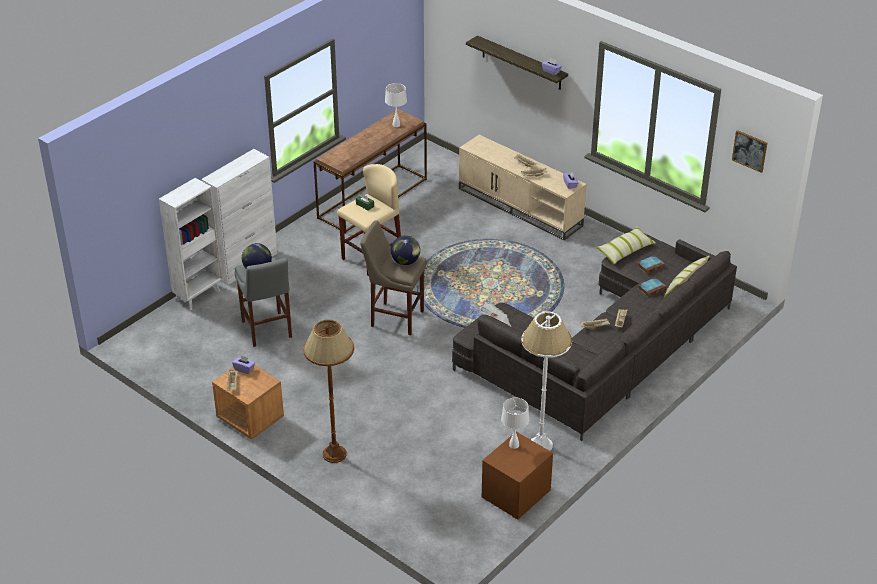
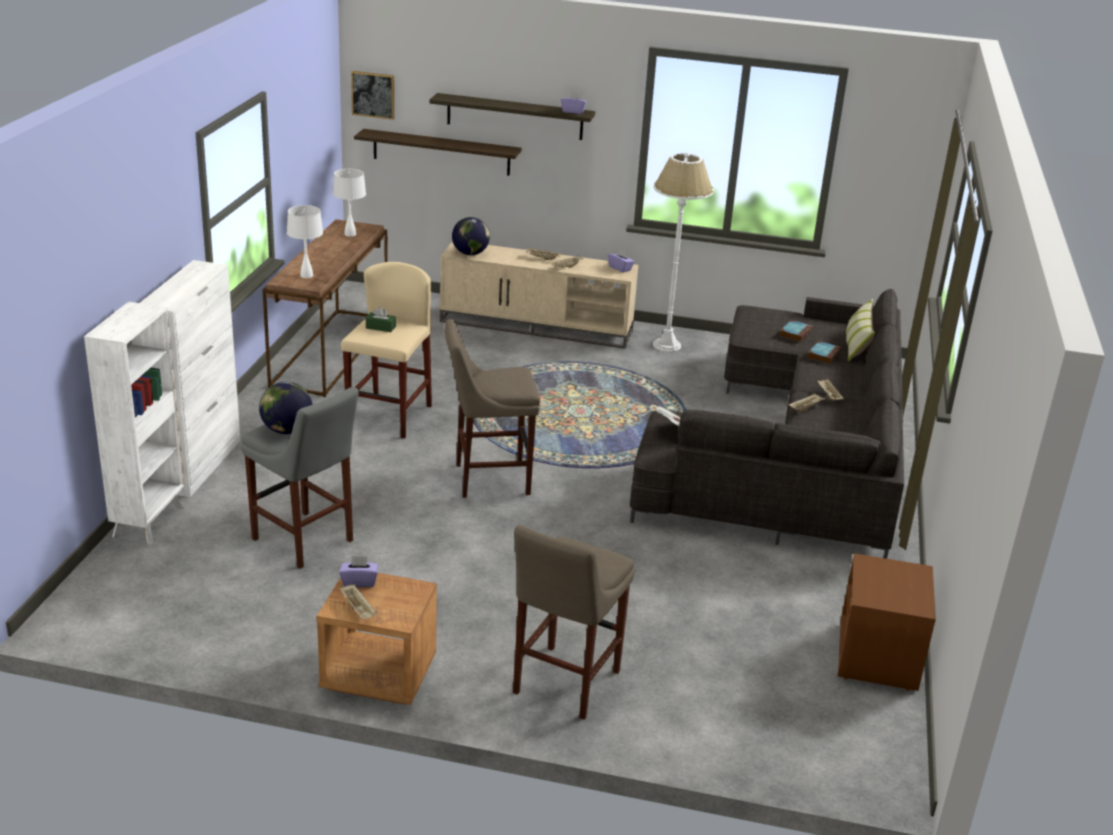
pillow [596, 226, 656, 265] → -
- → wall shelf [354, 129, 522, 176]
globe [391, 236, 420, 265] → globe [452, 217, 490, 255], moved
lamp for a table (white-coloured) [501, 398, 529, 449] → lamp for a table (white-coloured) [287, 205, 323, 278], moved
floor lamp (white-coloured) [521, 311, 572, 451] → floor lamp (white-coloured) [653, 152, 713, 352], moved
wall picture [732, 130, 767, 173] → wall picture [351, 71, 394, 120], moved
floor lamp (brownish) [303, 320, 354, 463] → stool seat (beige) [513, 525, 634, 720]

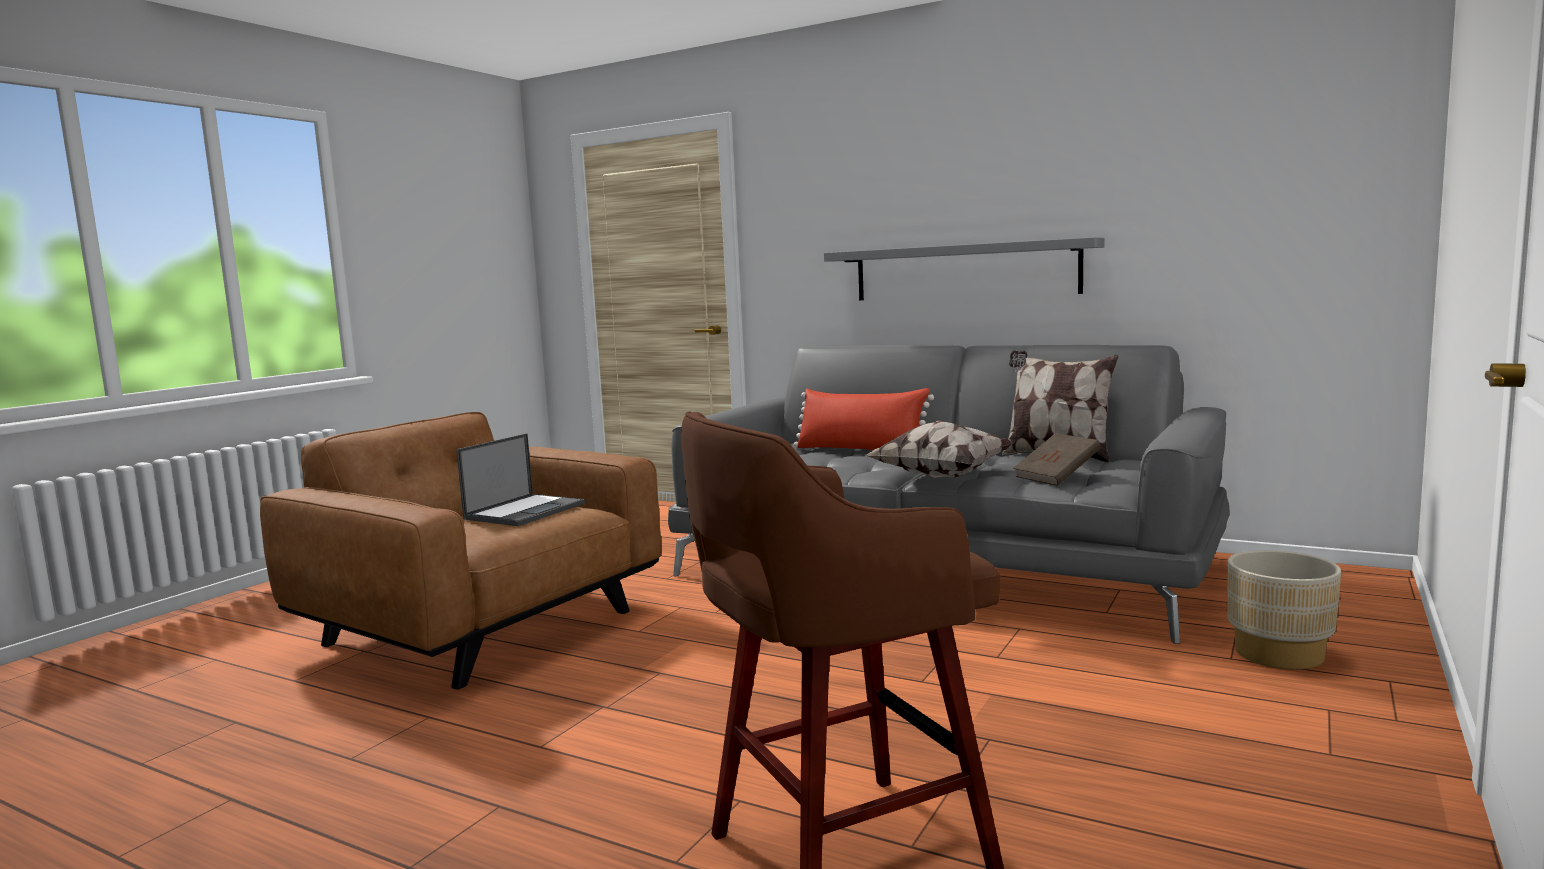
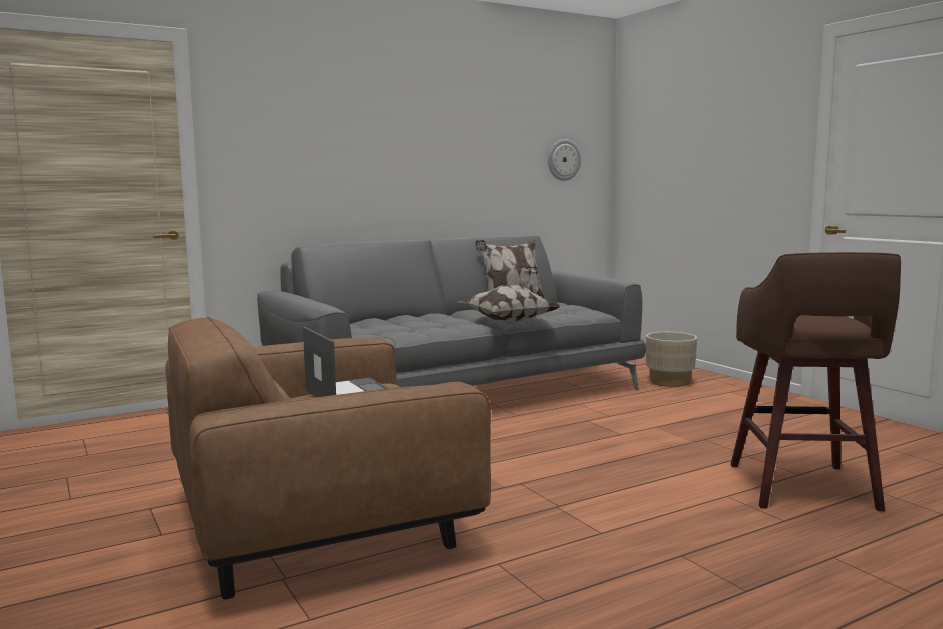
pillow (reddish) [794, 388, 934, 450] → -
wall shelf (gray) [824, 237, 1105, 300] → -
volume (brownish) [1013, 433, 1101, 486] → -
- → hanging clock [548, 139, 581, 181]

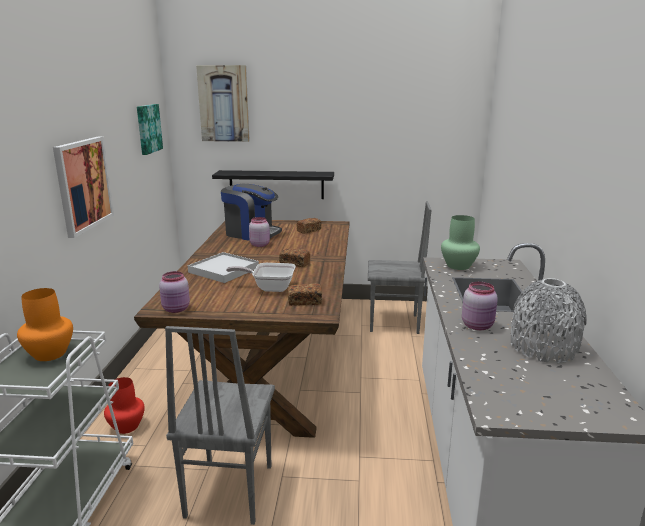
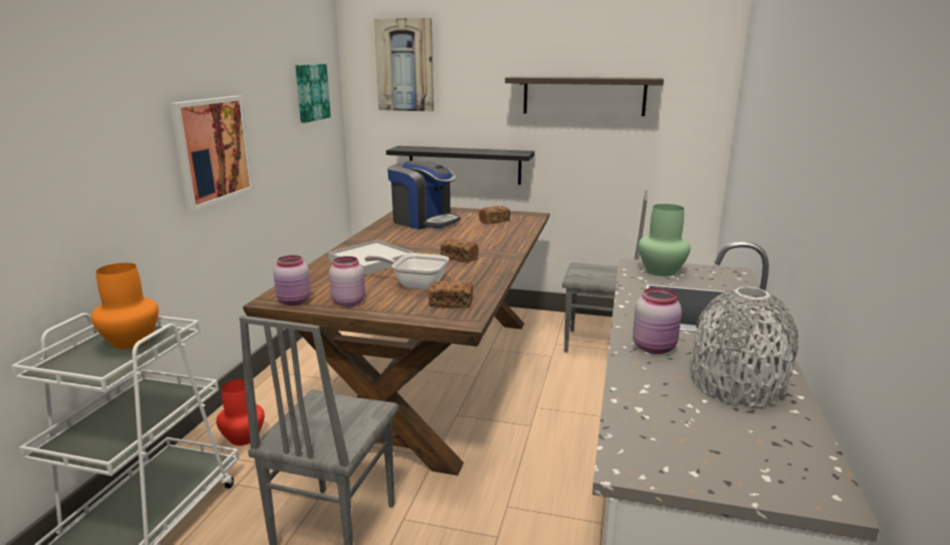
- → wall shelf [505, 76, 664, 116]
preserve jar (pink) [249, 217, 270, 247] → preserve jar (pink) [329, 256, 365, 307], moved

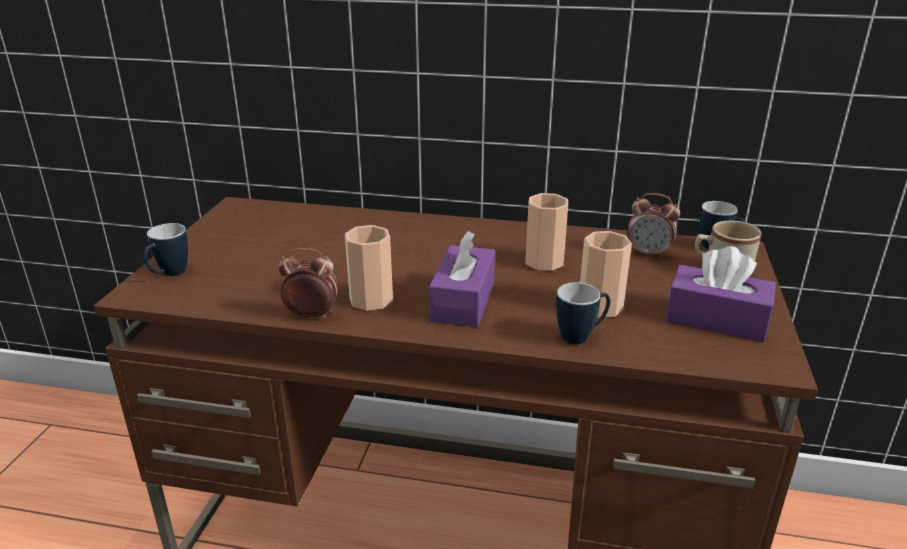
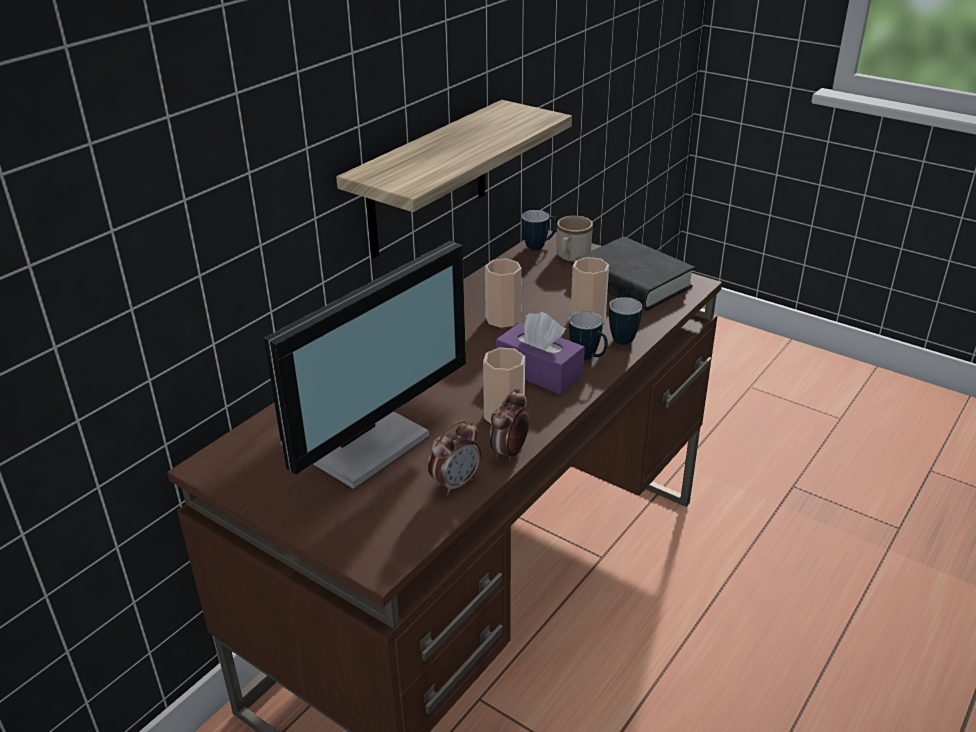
- → computer screen [264, 241, 466, 489]
- → wall shelf [336, 100, 572, 258]
tea mug [144, 223, 188, 276] → tea mug [569, 311, 608, 360], moved
alarm clock [627, 193, 680, 259] → alarm clock [428, 420, 481, 495], moved
box of tissues (purplish) [666, 246, 776, 342] → volume (black-coloured) [575, 236, 695, 311]

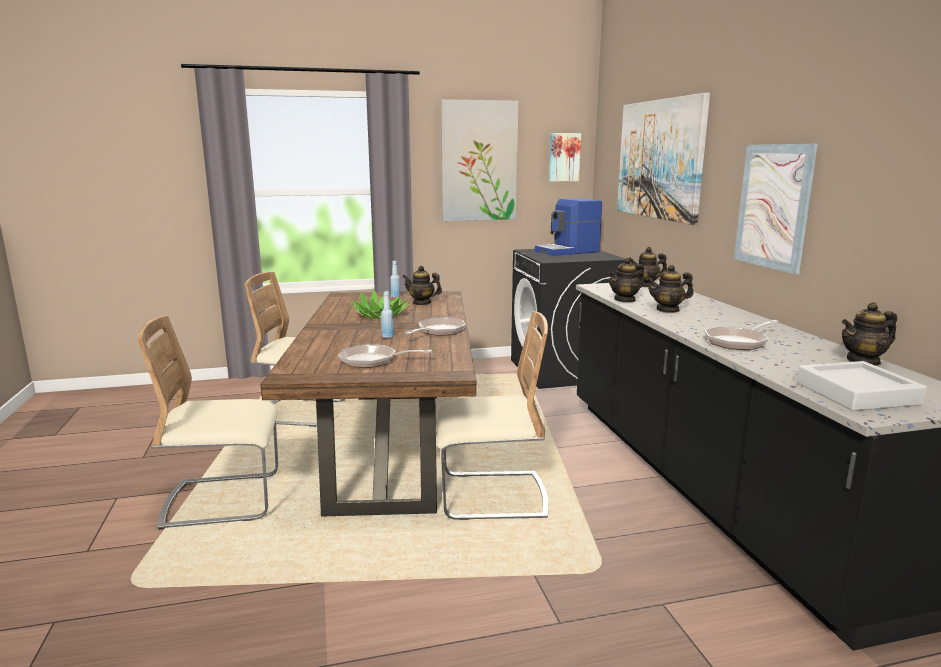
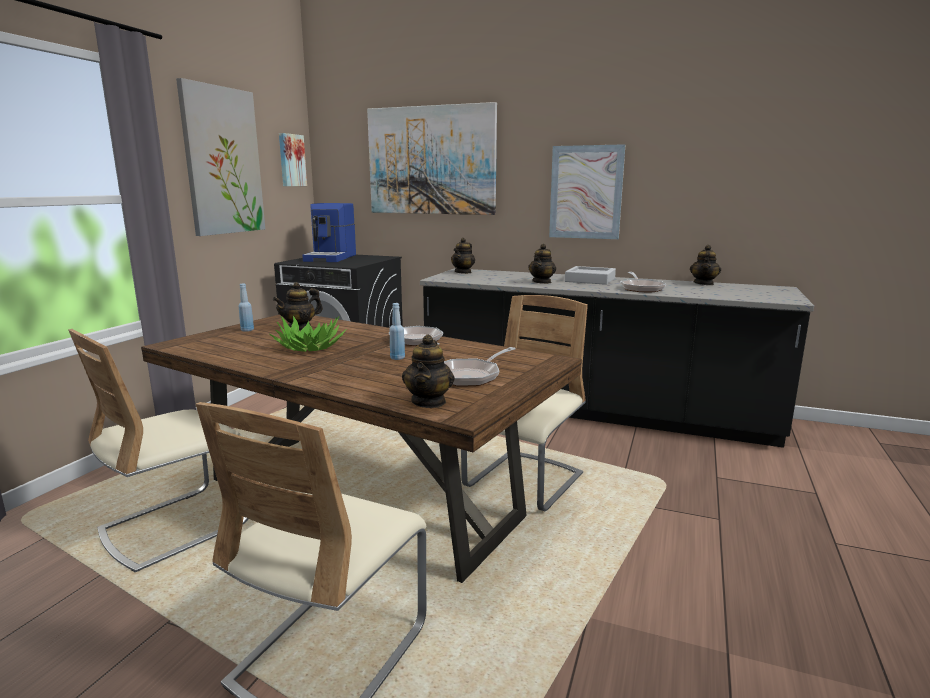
teapot [608, 258, 644, 303] → teapot [402, 334, 455, 408], moved
tray (gray) [797, 361, 927, 411] → tray (gray) [565, 266, 616, 285], moved

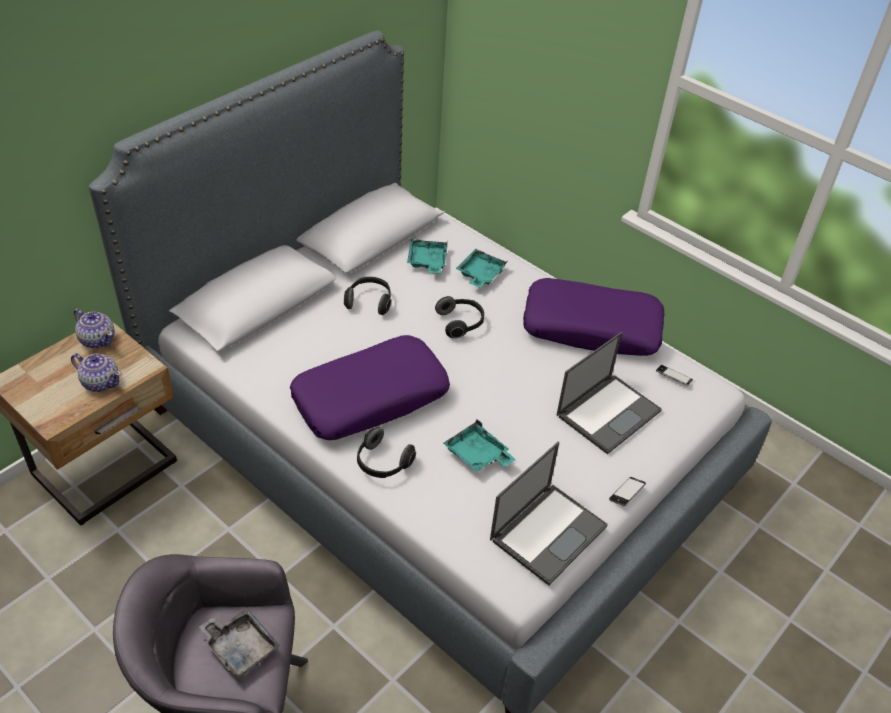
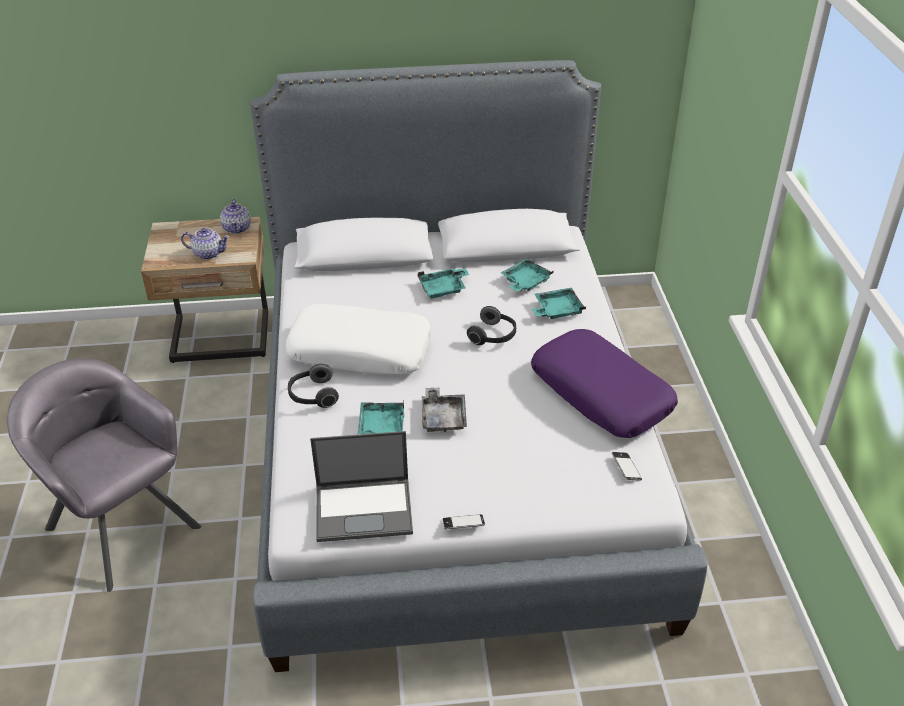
portable computer [556, 332, 662, 454] → -
tray (gray) [199, 608, 280, 679] → tray (gray) [422, 388, 467, 432], moved
pair of headphones [344, 277, 391, 315] → tray (turquoise) [418, 268, 469, 299]
pillow (purplish) [290, 335, 450, 440] → pillow (white-coloured) [286, 304, 431, 375]
teapot [71, 353, 122, 392] → teapot [181, 228, 230, 260], 60 degrees counterclockwise

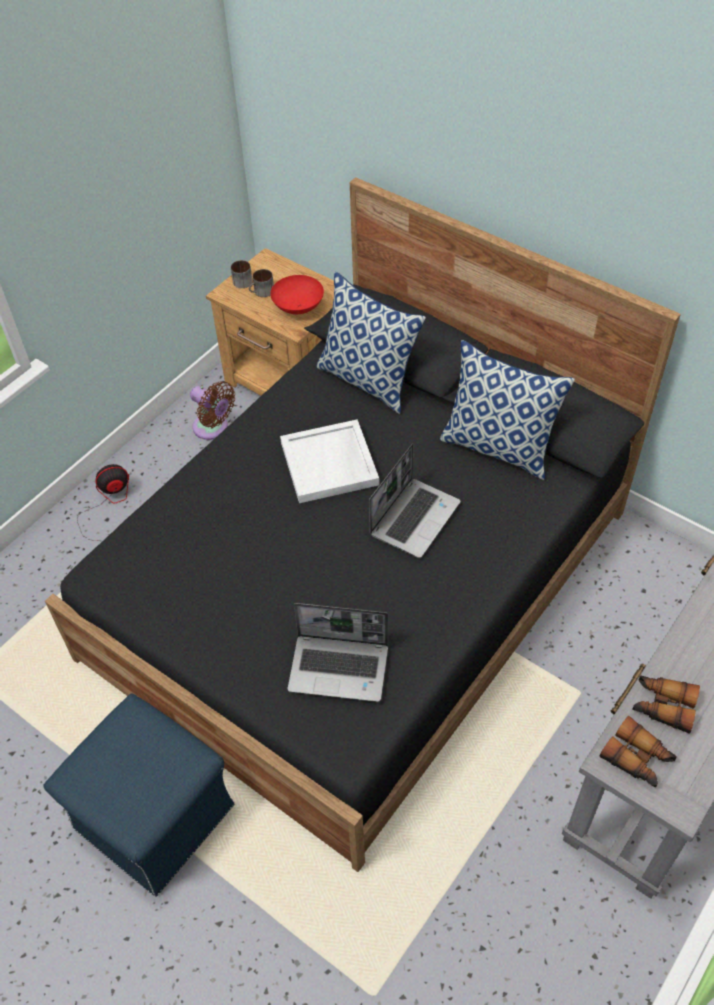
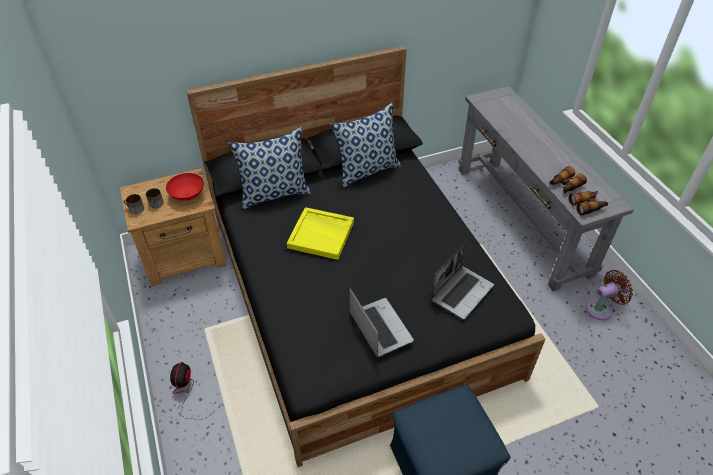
fan (brownish) [190, 381, 235, 440] → fan (brownish) [586, 270, 633, 320], moved
portable computer [369, 443, 461, 558] → portable computer [350, 288, 414, 357], moved
tray (white-coloured) [280, 419, 379, 503] → tray (yellowish) [287, 207, 354, 260]

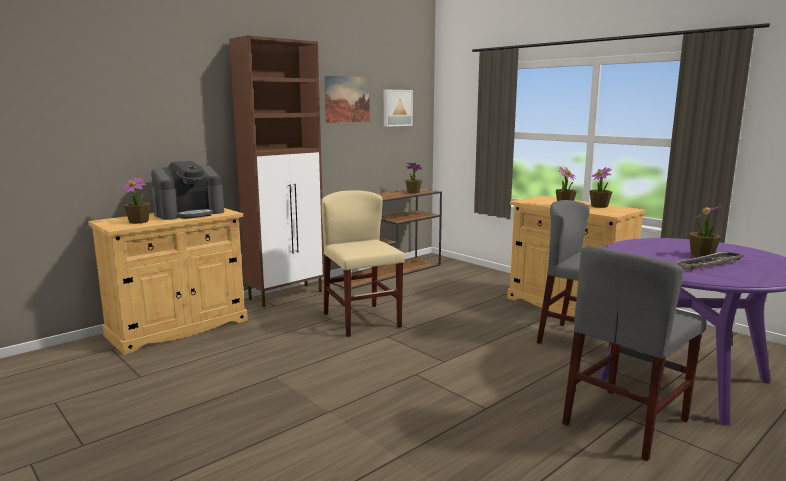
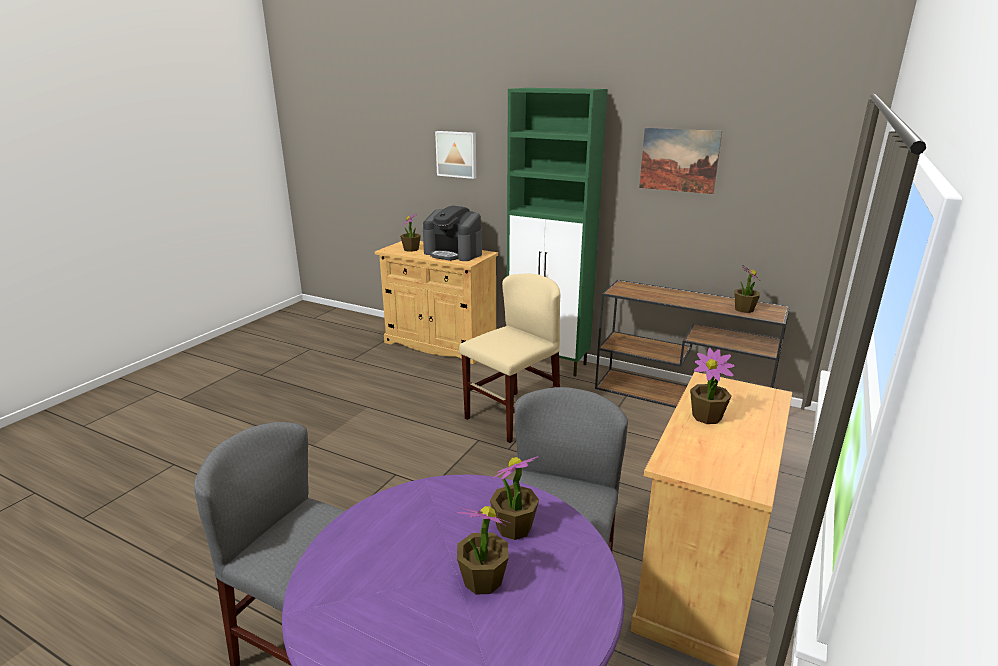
tray [675, 251, 744, 271] → -
wall picture [384, 90, 413, 127] → wall picture [435, 131, 476, 179], moved
plant in a pot [589, 167, 612, 208] → plant in a pot [490, 456, 539, 540], moved
cabinet (brownish) [229, 35, 324, 307] → cabinet (green-coloured) [507, 88, 608, 377]

